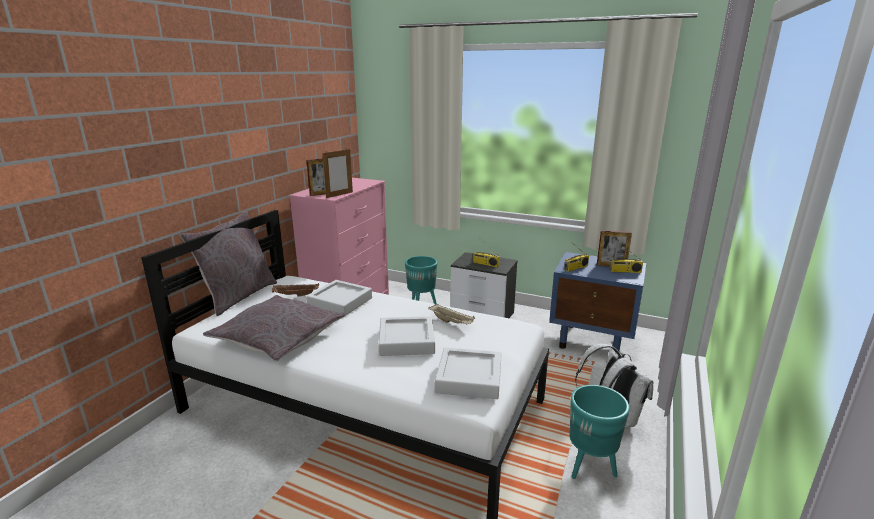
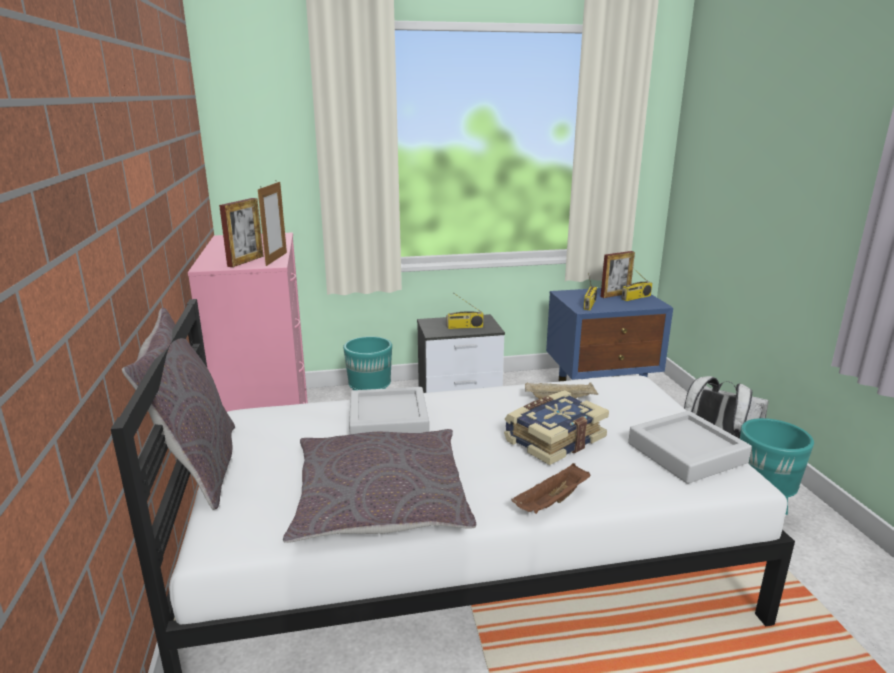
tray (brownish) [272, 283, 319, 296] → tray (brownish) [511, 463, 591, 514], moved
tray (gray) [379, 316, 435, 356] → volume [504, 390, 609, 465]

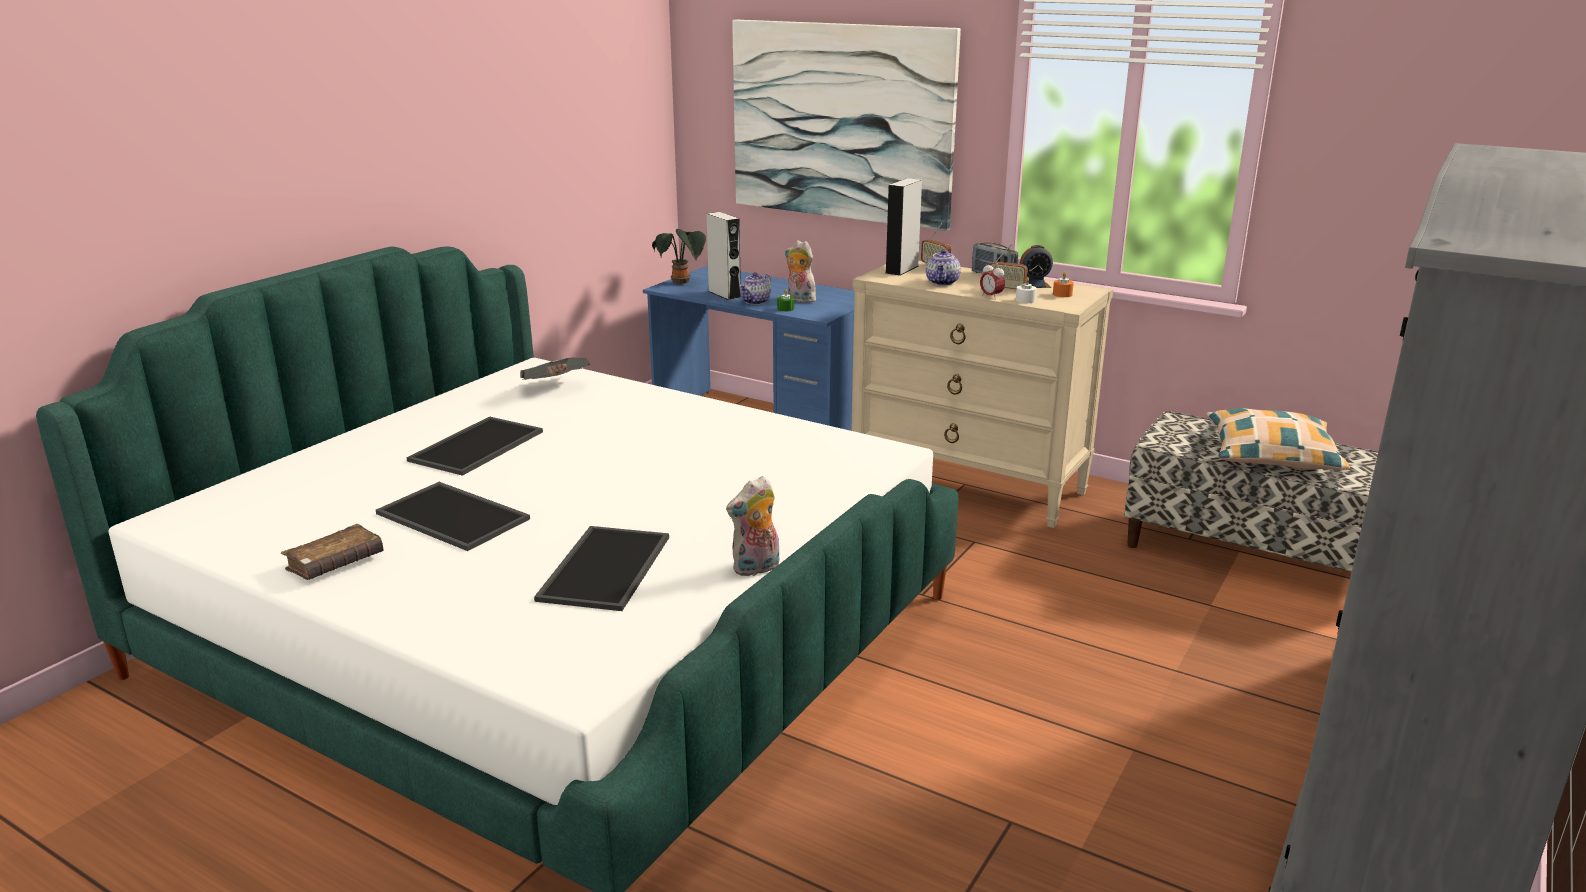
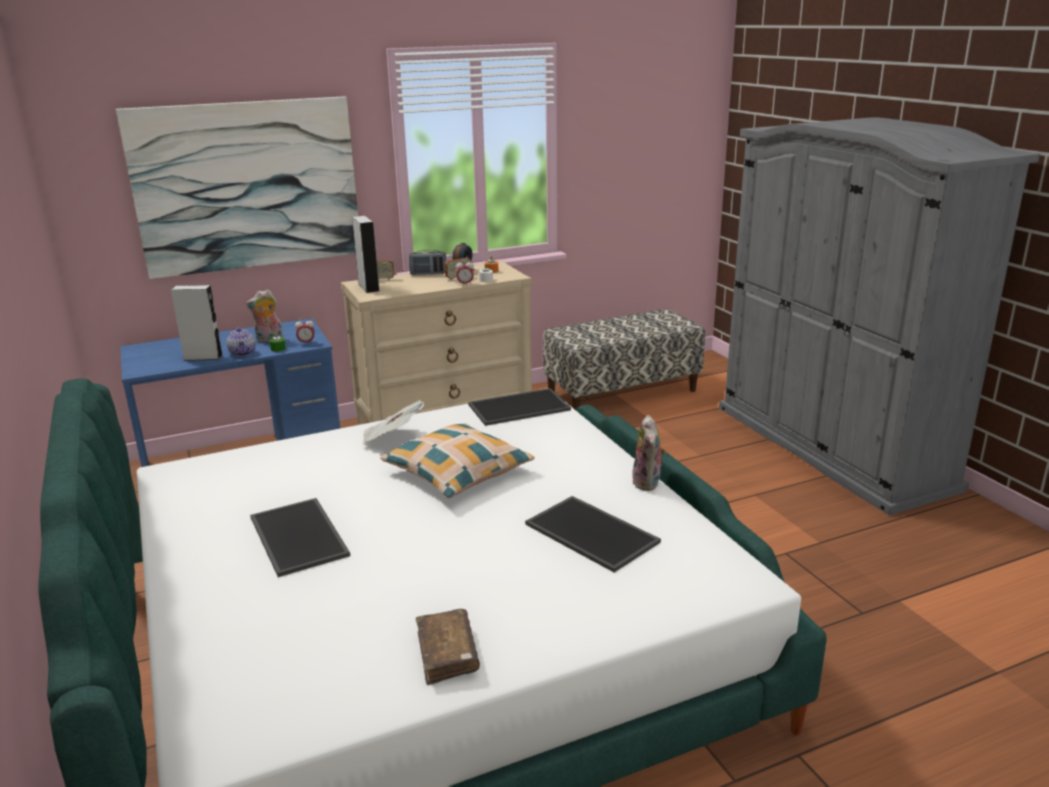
plant in a pot [652, 229, 706, 284] → -
teapot [926, 249, 961, 286] → -
- → alarm clock [295, 318, 315, 344]
tray [376, 482, 530, 551] → tray [468, 388, 571, 426], moved
printed paper [520, 358, 590, 380] → printed paper [362, 400, 425, 444], moved
pillow [1207, 408, 1350, 470] → pillow [380, 424, 535, 498], moved

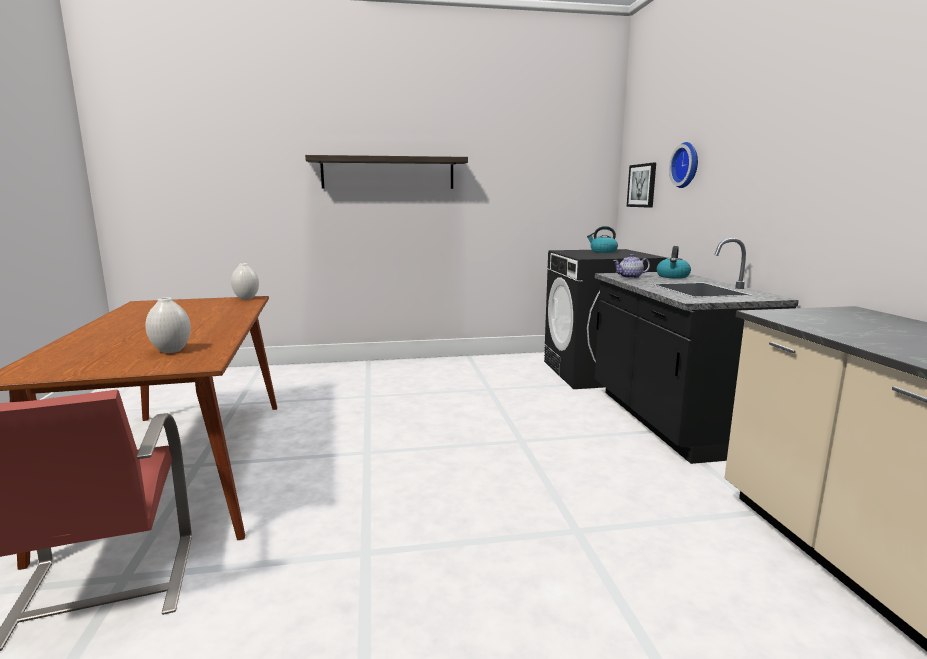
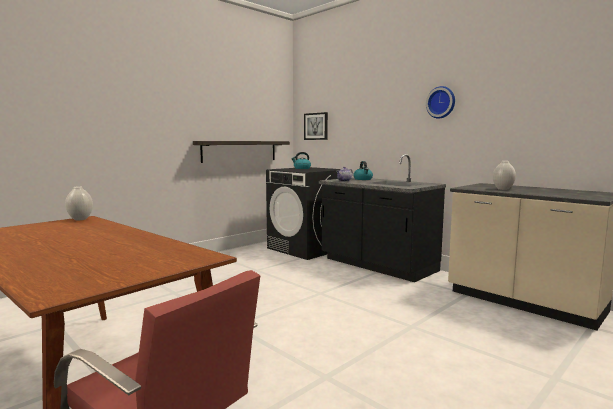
vase (white-coloured) [146, 297, 191, 353] → vase (white-coloured) [493, 161, 516, 190], moved
wall shelf [305, 155, 468, 189] → wall shelf [193, 141, 290, 163], moved
hanging clock [669, 142, 698, 188] → hanging clock [426, 86, 455, 119], moved

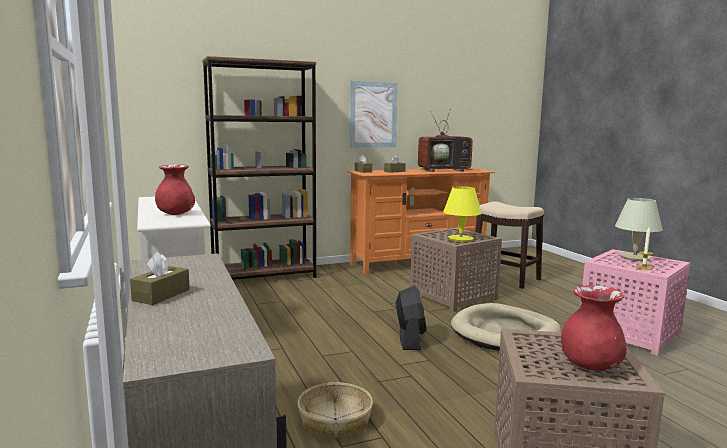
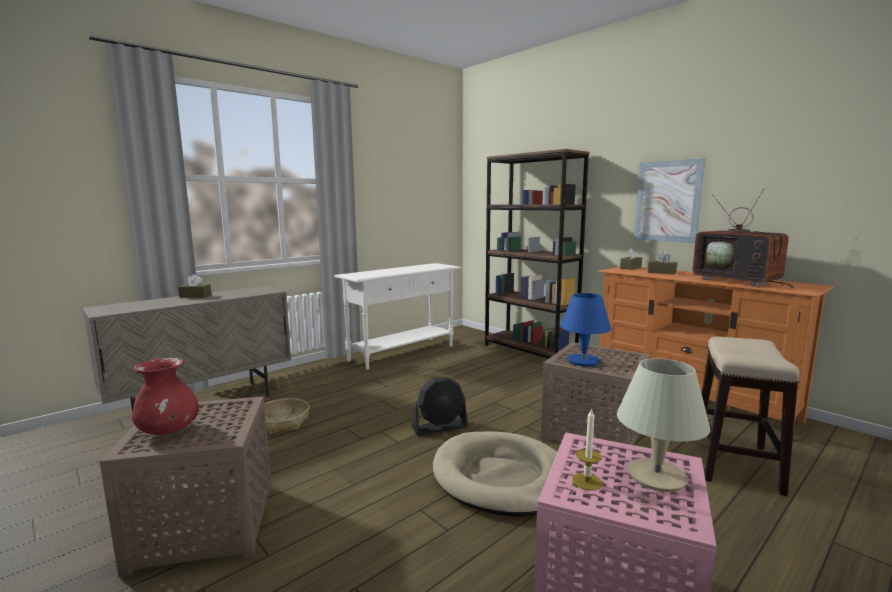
vase (reddish) [155, 164, 195, 215] → -
lamp for a table (yellowish) [443, 186, 482, 242] → lamp for a table (blue) [560, 293, 611, 366]

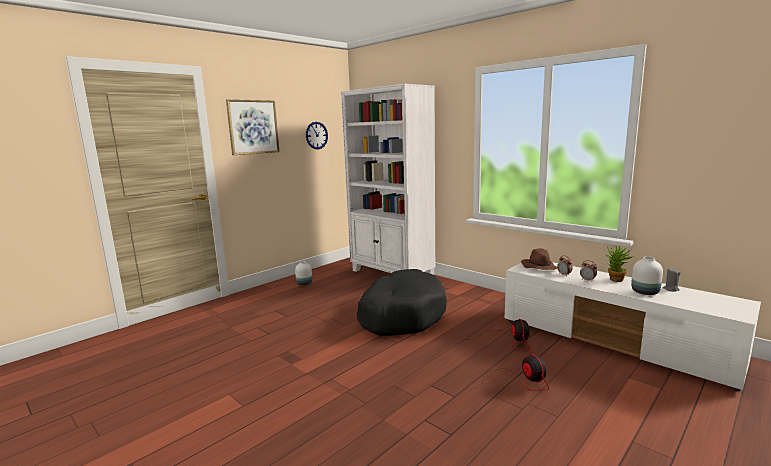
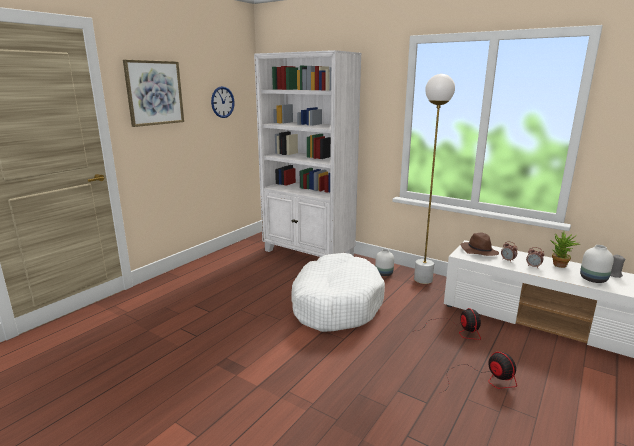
- → floor lamp (white-coloured) [414, 74, 455, 284]
vase (white-coloured) [295, 261, 312, 285] → vase (white-coloured) [375, 249, 394, 276], moved
dog cushion (black-coloured) [357, 269, 447, 336] → dog cushion (white-coloured) [291, 253, 385, 332]

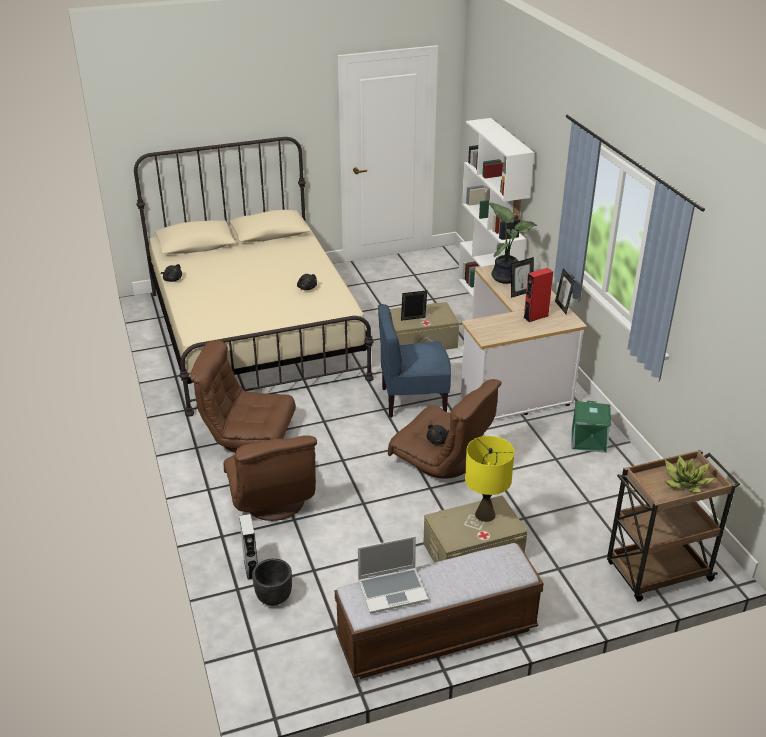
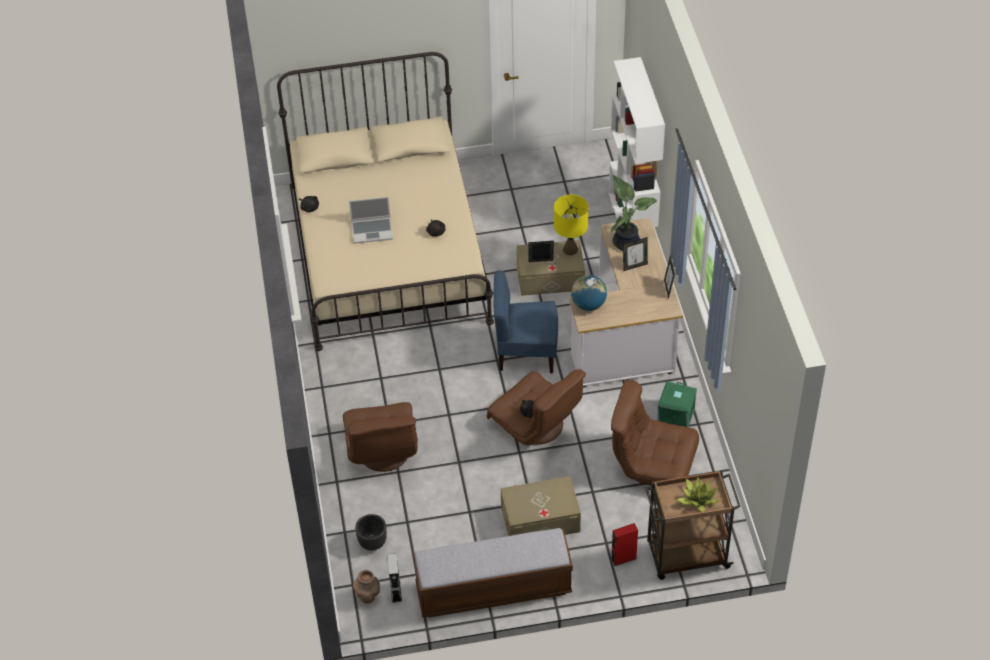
- → vase (brownish) [353, 570, 380, 604]
- → globe [571, 275, 607, 311]
lounge chair (brownish) [190, 340, 296, 453] → lounge chair (brownish) [611, 380, 699, 485], moved
loudspeaker (gray) [239, 514, 258, 580] → loudspeaker (gray) [387, 553, 402, 603], moved
portable computer [358, 536, 428, 613] → portable computer [349, 197, 393, 243], moved
lamp for a table (yellowish) [465, 436, 514, 522] → lamp for a table (yellowish) [554, 194, 588, 255], moved
loudspeaker (reddish) [524, 268, 553, 322] → loudspeaker (reddish) [611, 523, 638, 566], moved

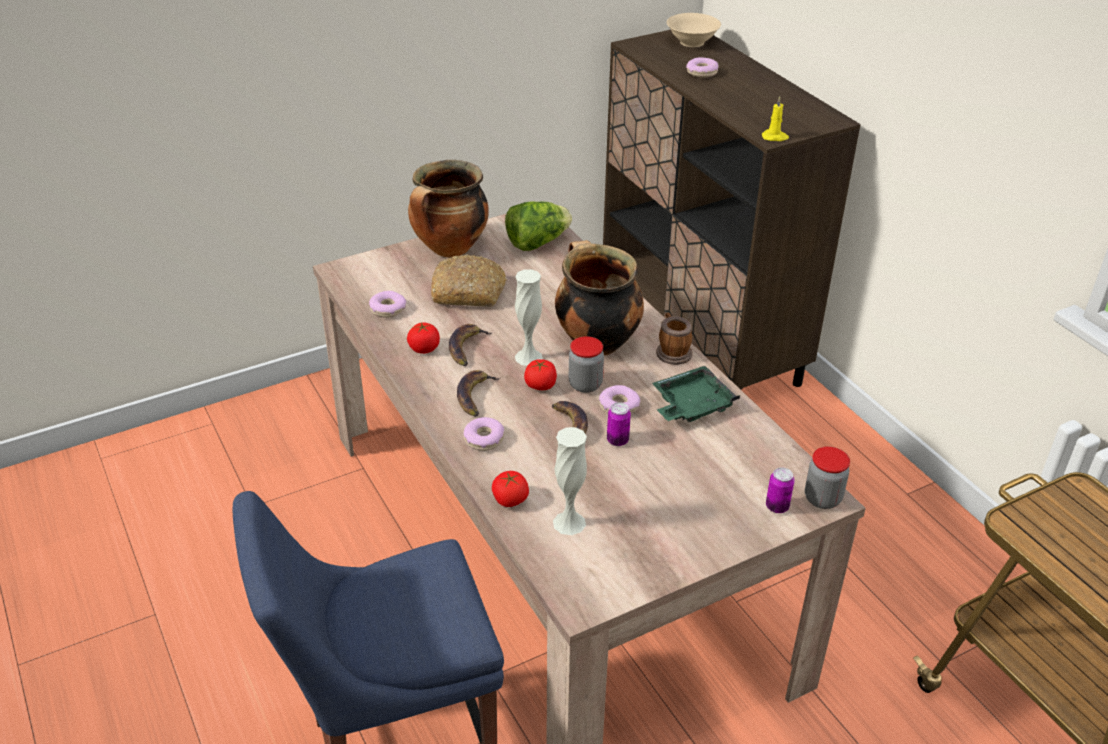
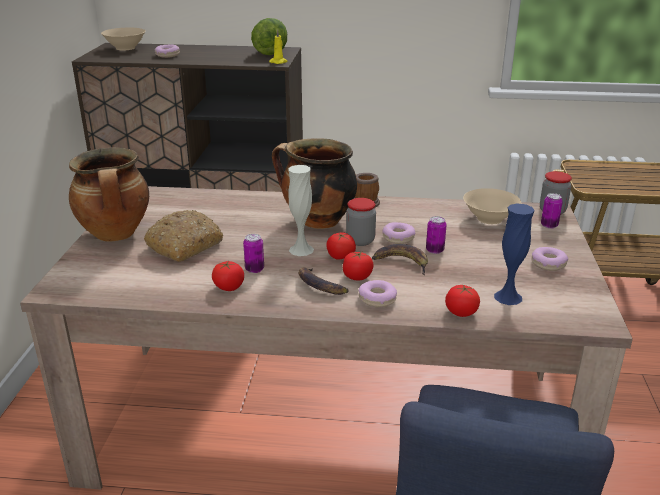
tray (green-coloured) [652, 366, 740, 422] → -
- → whole tomato [343, 252, 374, 281]
- → serving bowl (beige) [463, 188, 521, 224]
ring doughnut [369, 291, 406, 318] → ring doughnut [531, 247, 568, 271], moved
lettuce head [505, 201, 572, 251] → lettuce head [251, 18, 287, 55], moved
banana fruit [449, 324, 493, 366] → sealed can [243, 234, 264, 273]
vase (white-coloured) [553, 427, 587, 535] → vase (blue) [494, 204, 535, 305]

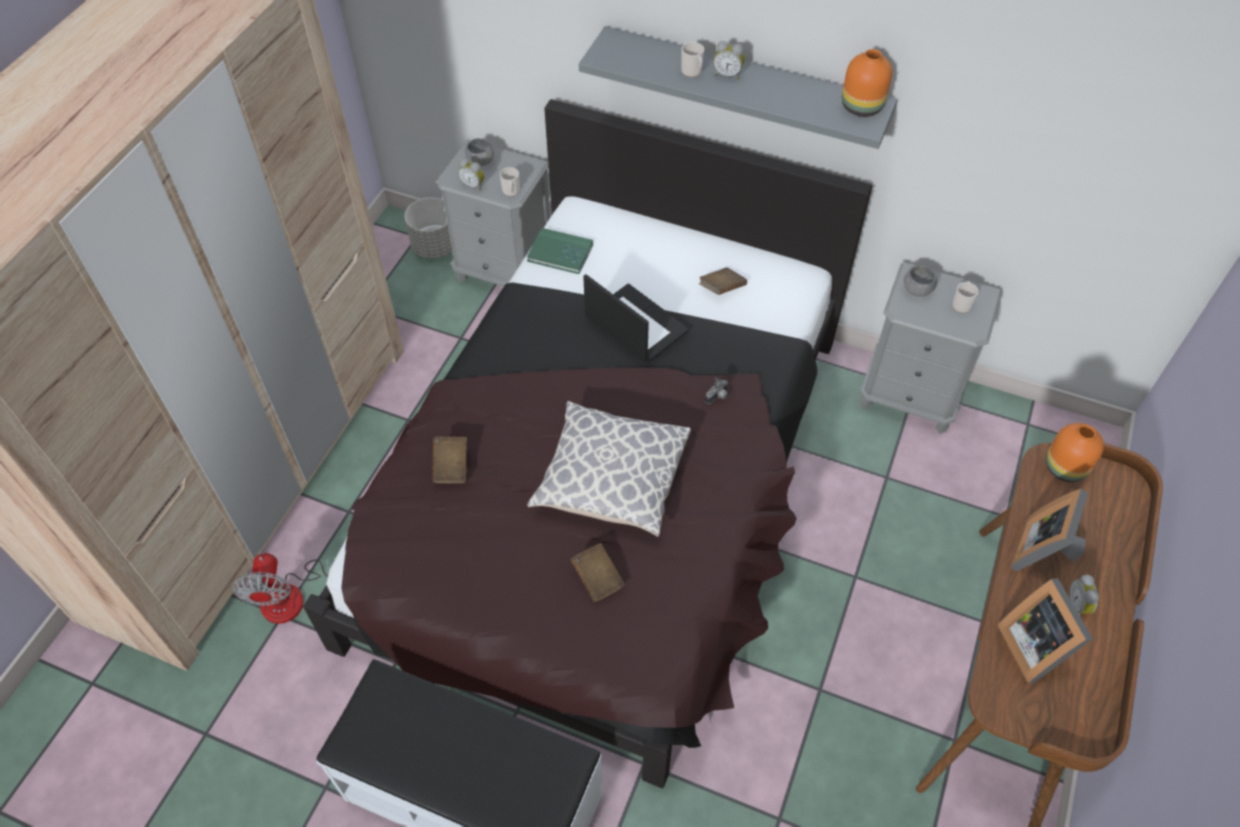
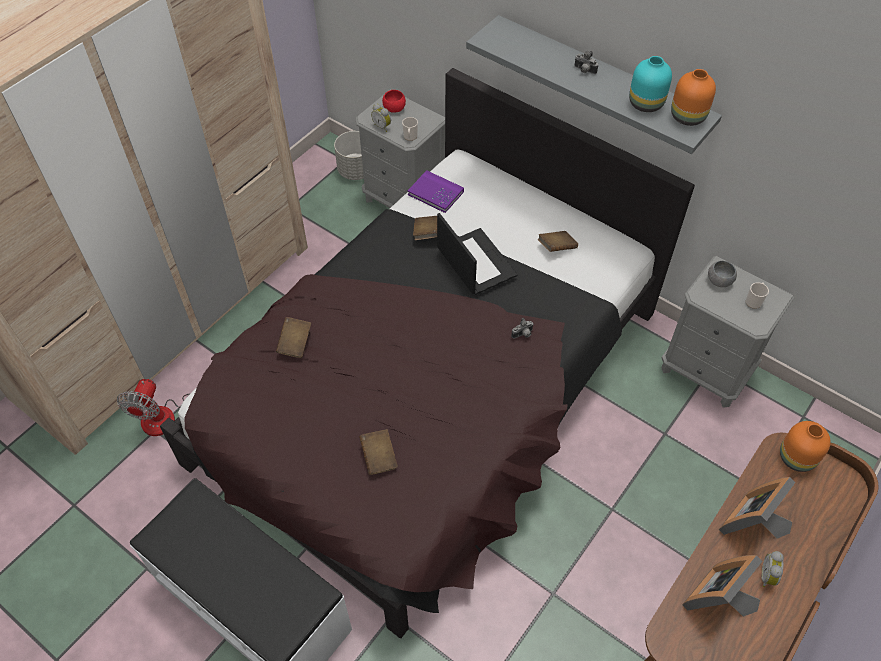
pillow [527, 401, 691, 537] → -
tea mug [681, 42, 704, 77] → -
- → volume (brownish) [413, 216, 437, 240]
- → vase (turquoise) [629, 56, 672, 112]
alarm clock [713, 41, 744, 80] → still camera [574, 51, 598, 74]
serving bowl (gray) [465, 138, 494, 166] → serving bowl (reddish) [382, 90, 406, 113]
volume (green-coloured) [527, 228, 593, 274] → volume (purplish) [408, 170, 464, 213]
standing frame [998, 578, 1093, 684] → standing frame [682, 555, 762, 617], 45 degrees clockwise

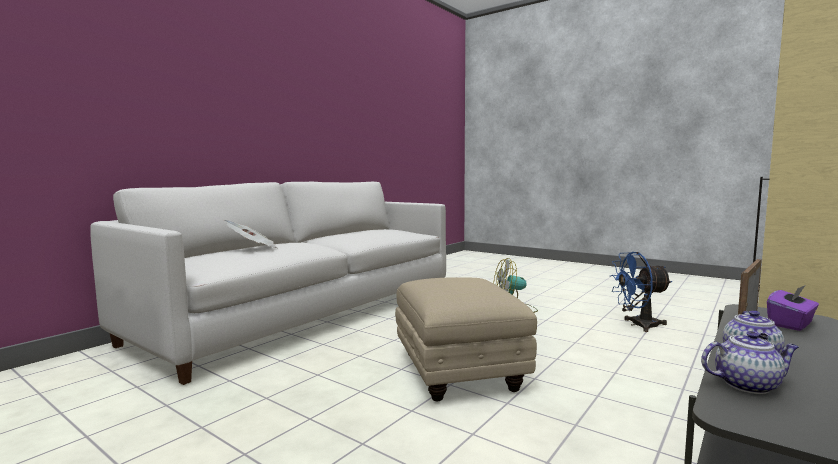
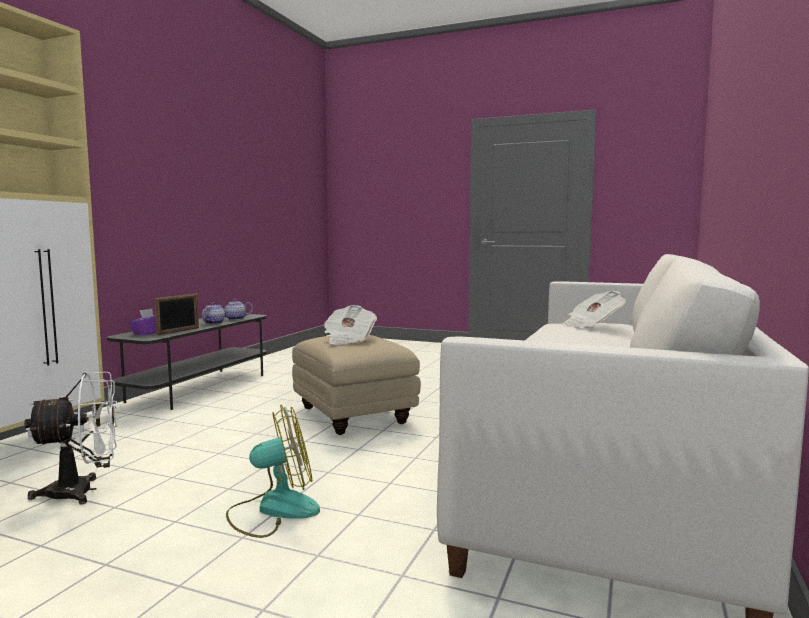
- → printed paper [323, 305, 377, 345]
fan (blue) [610, 252, 672, 332] → fan (white-coloured) [24, 372, 118, 504]

